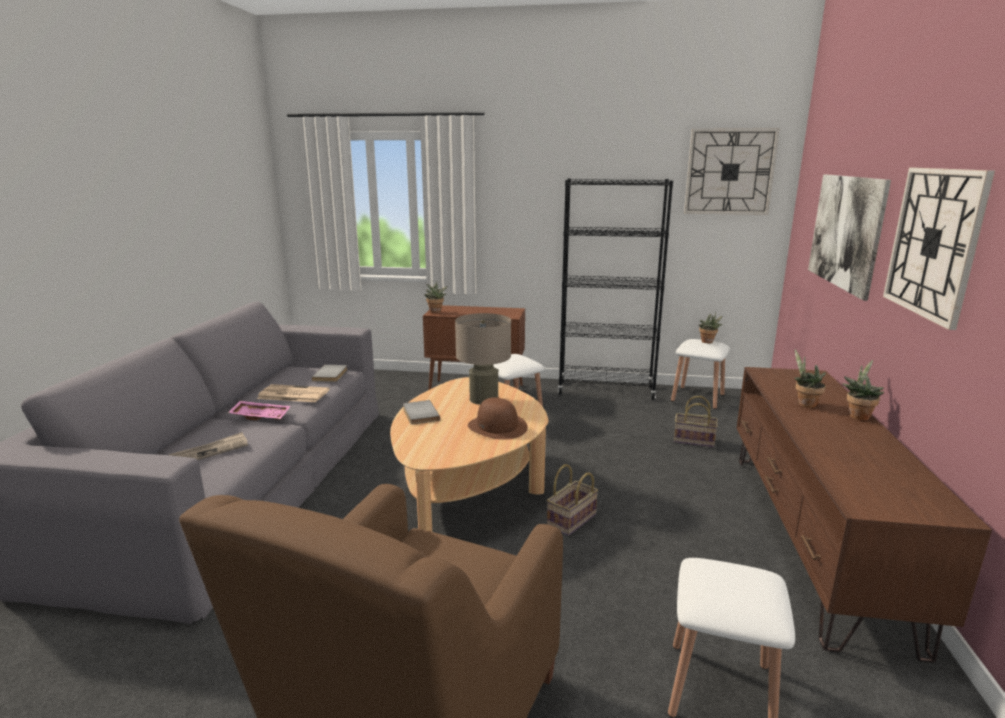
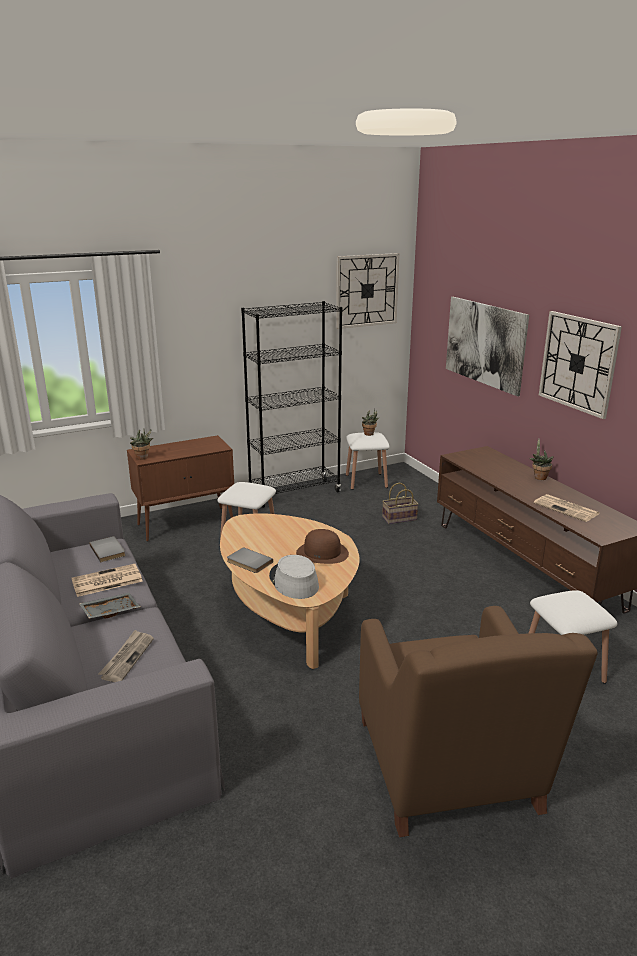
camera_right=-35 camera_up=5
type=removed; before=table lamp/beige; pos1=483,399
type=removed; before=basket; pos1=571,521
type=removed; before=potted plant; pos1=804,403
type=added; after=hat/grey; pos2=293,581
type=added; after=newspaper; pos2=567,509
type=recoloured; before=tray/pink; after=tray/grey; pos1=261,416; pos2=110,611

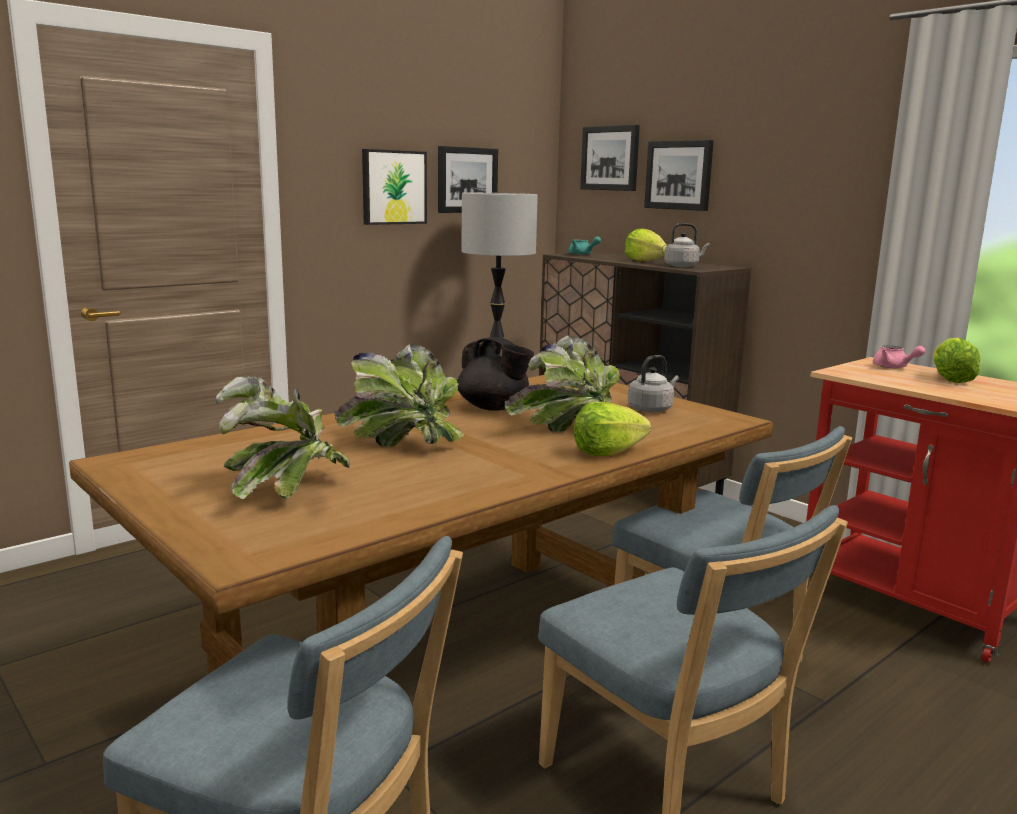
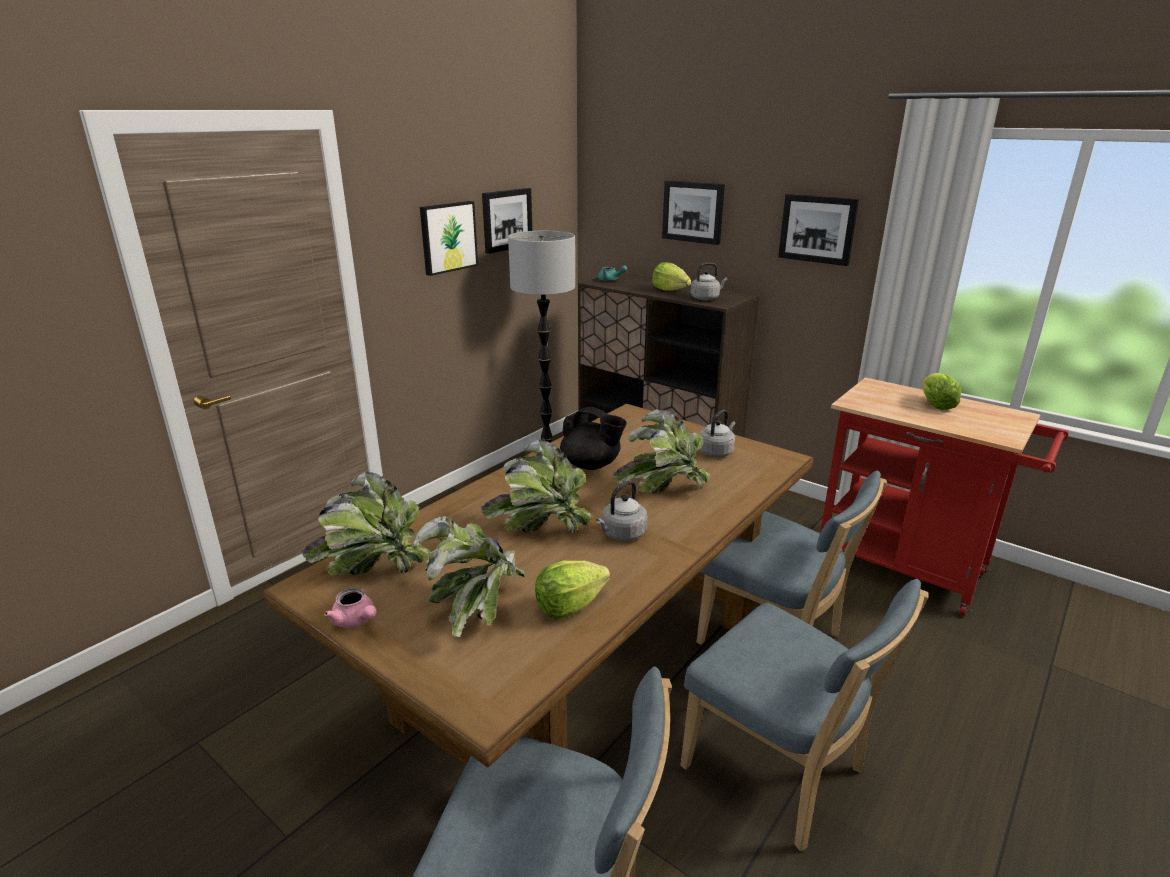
camera_right=-10 camera_up=10
type=added; after=potted plant; pos2=372,567
type=added; after=kettle/grey; pos2=622,534
type=moved; before=lettuce; pos1=607,452; pos2=569,605
type=moved; before=picture; pos1=610,158; pos2=817,229
type=moved; before=teapot/pink; pos1=894,367; pos2=356,621

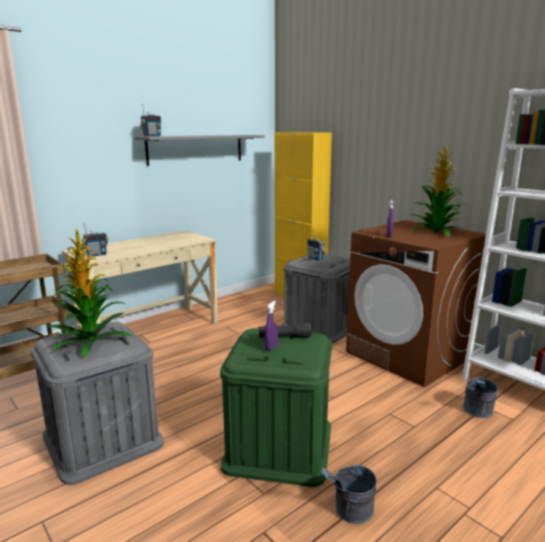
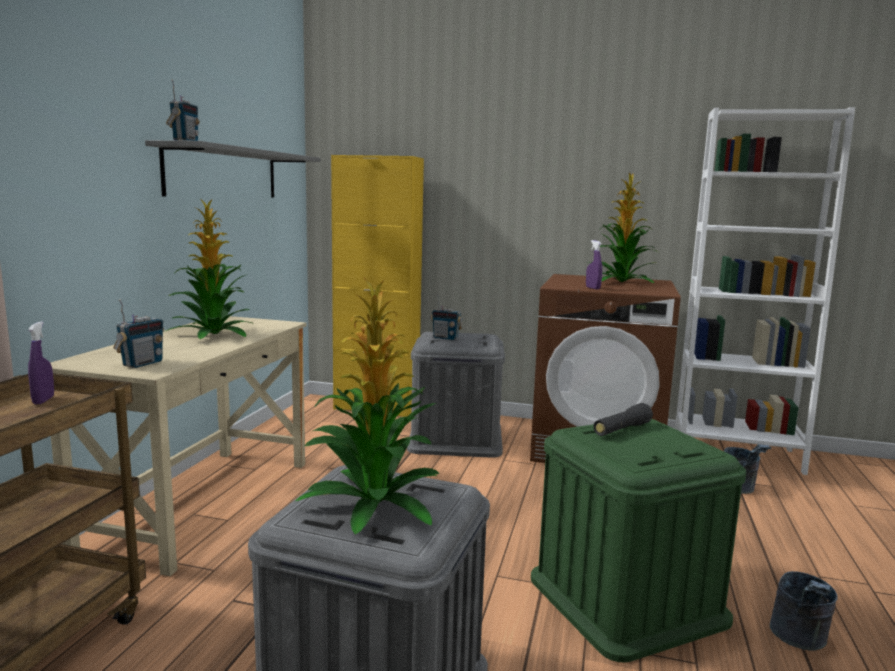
camera_right=-35 camera_up=-5
type=added; after=potted plant; pos2=212,334
type=moved; before=spray bottle/purple; pos1=271,347; pos2=43,400

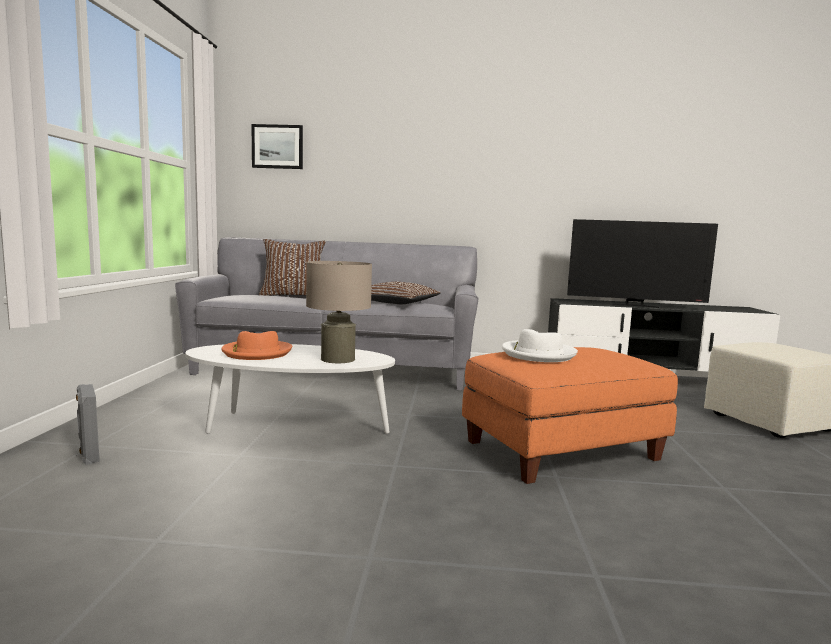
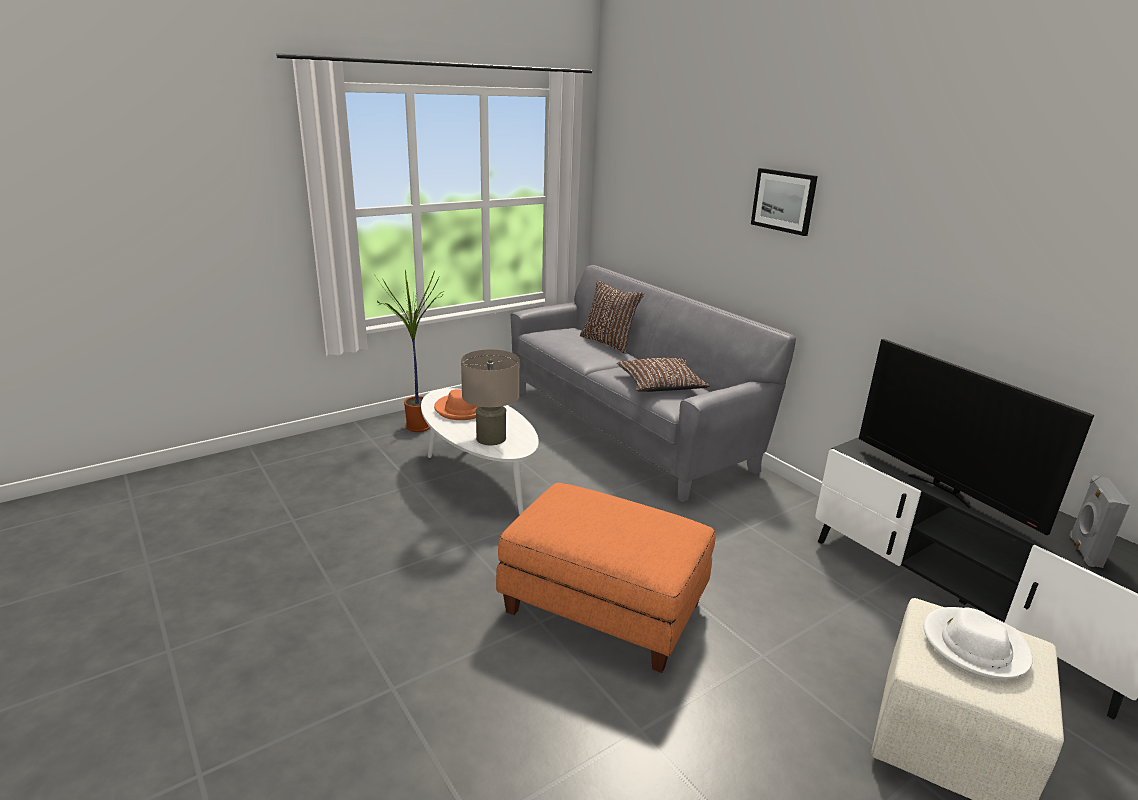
camera_right=50 camera_up=15
type=added; after=potted plant; pos2=416,428
type=moved; before=speaker/grey; pos1=88,455; pos2=1083,551
type=moved; before=picture; pos1=277,147; pos2=784,201
type=moved; before=hat/white; pos1=538,354; pos2=974,646

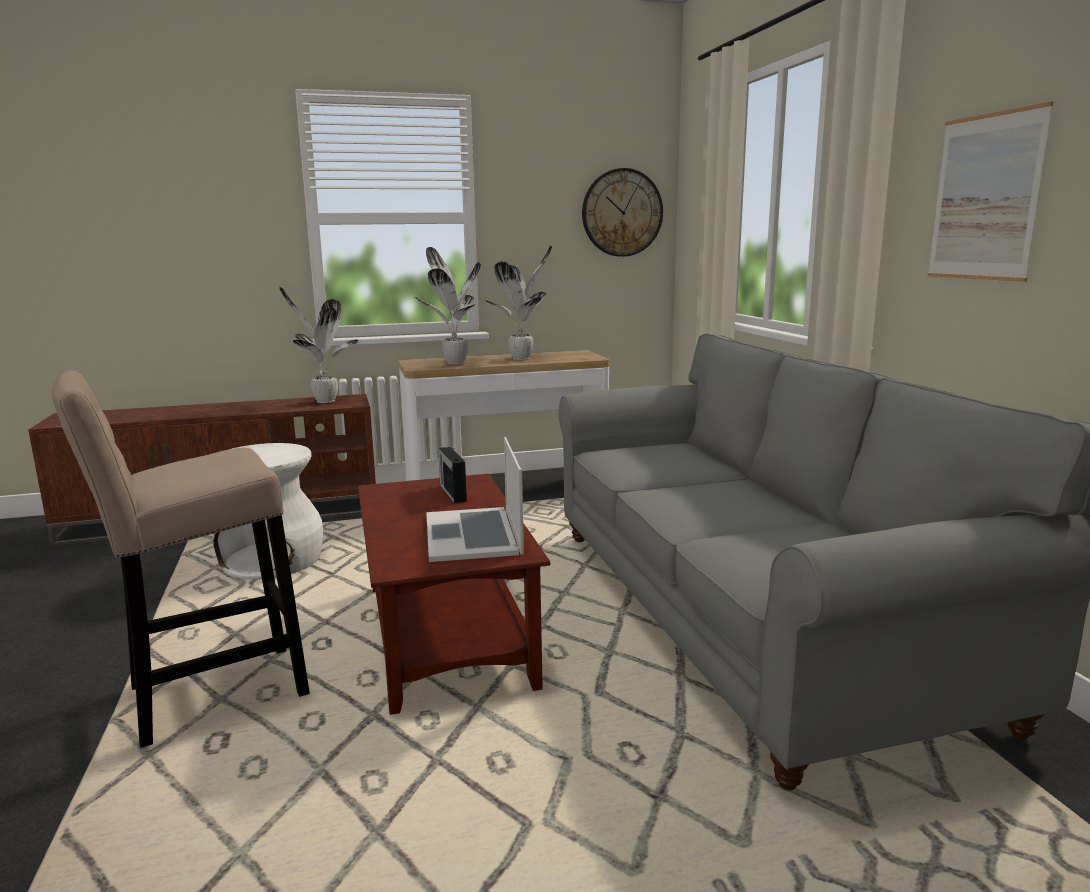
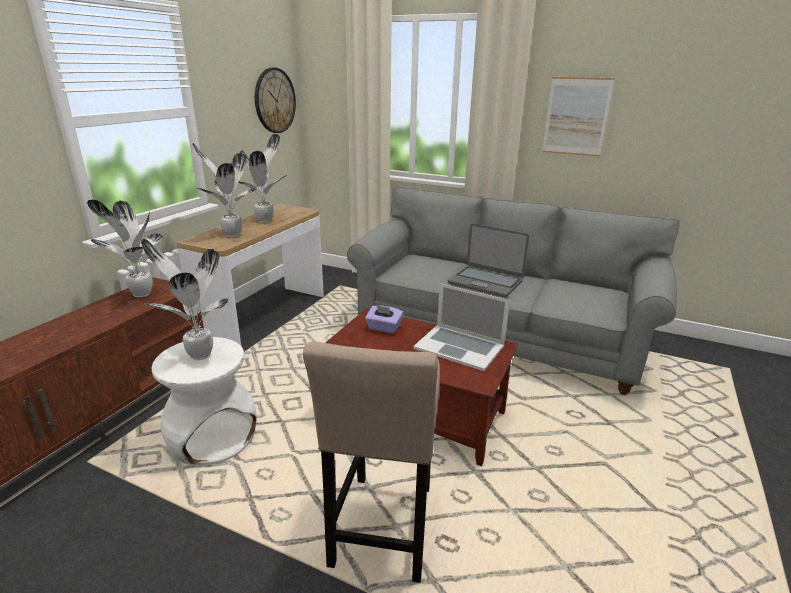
camera_right=-50 camera_up=10
type=added; after=potted plant; pos2=198,355
type=added; after=laptop; pos2=485,282
type=replaced; before=radio; after=tissue box/purple; pos1=453,492; pos2=384,328

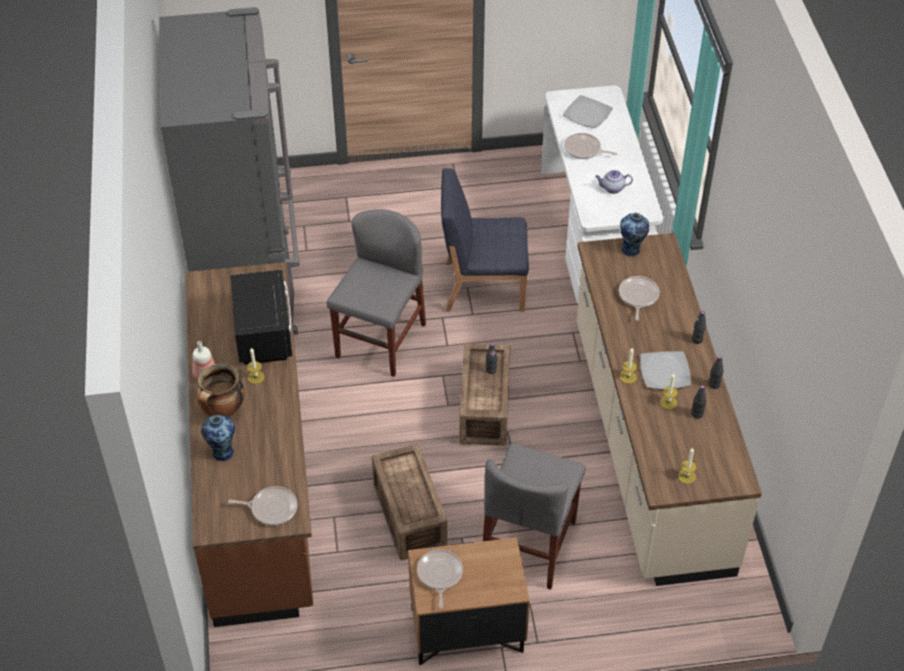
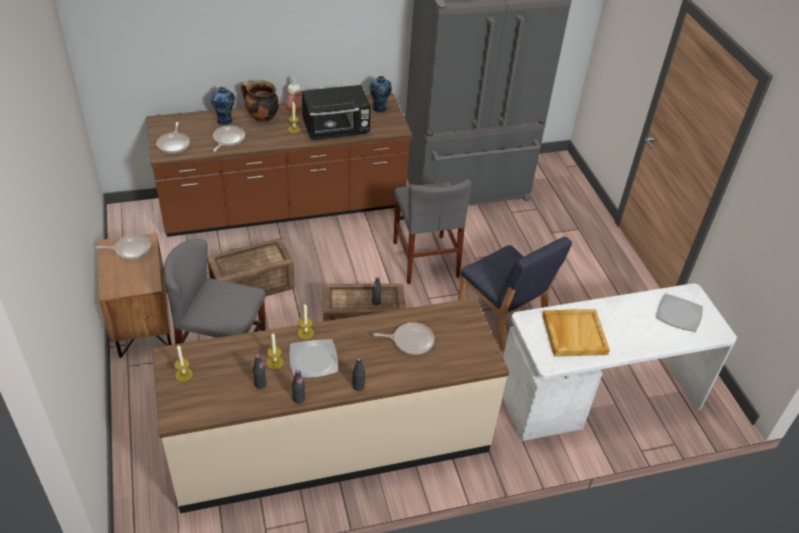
camera_right=80 camera_up=-5
type=moved; before=frying pan; pos1=584,150; pos2=228,139
type=moved; before=vase; pos1=631,250; pos2=379,109
type=replaced; before=teapot; after=tray/beige; pos1=612,188; pos2=573,334
type=turned; before=chair/grey; pos1=380,340; pos2=425,259; turn=60
type=turned; before=chair/blue; pos1=482,286; pos2=502,317; turn=150

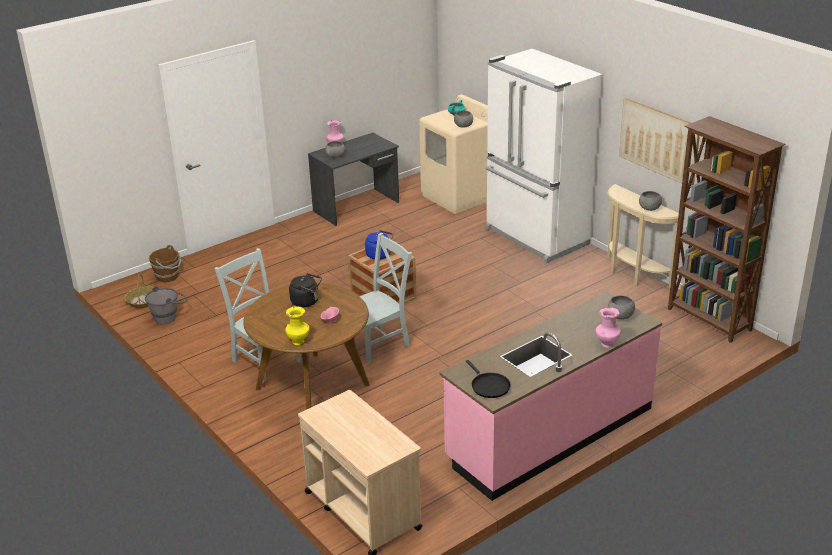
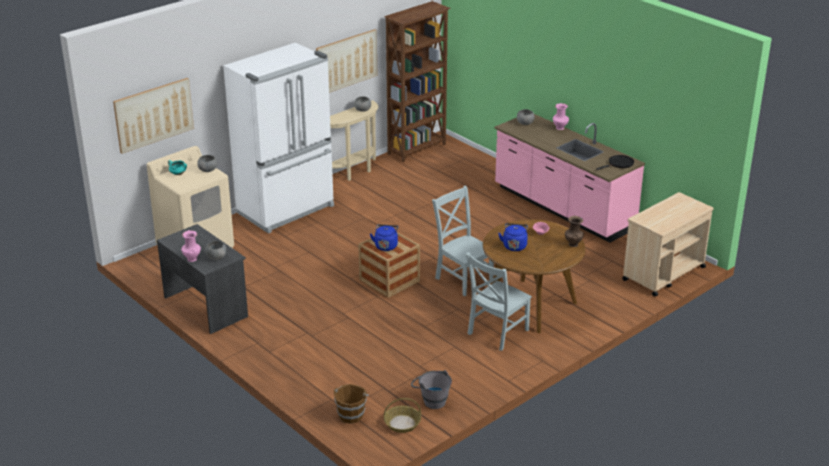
camera_right=-95 camera_up=0
type=added; after=picture; pos2=154,114
type=recoloured; before=vase/yellow; after=vase/brown; pos1=299,341; pos2=573,244
type=recoloured; before=kettle/black; after=kettle/blue; pos1=307,301; pos2=514,245

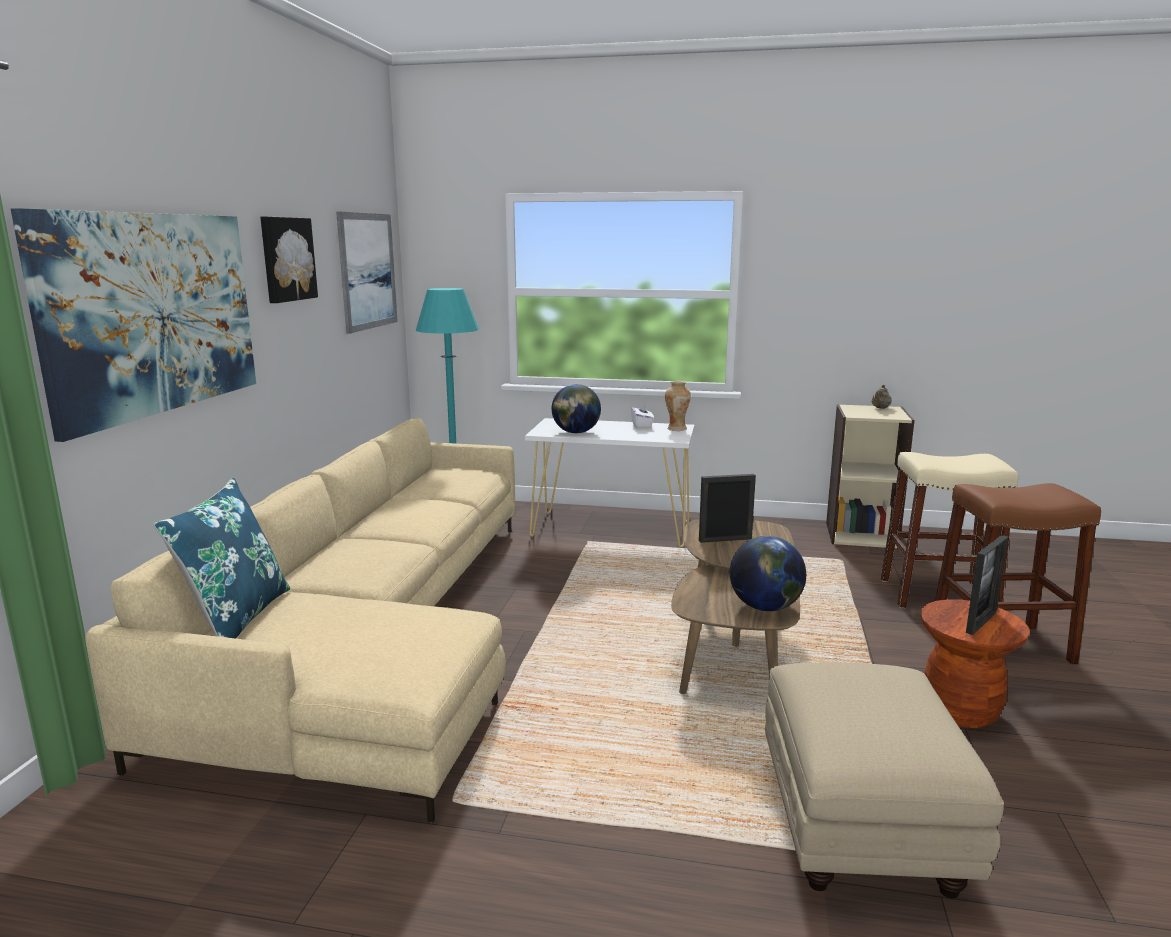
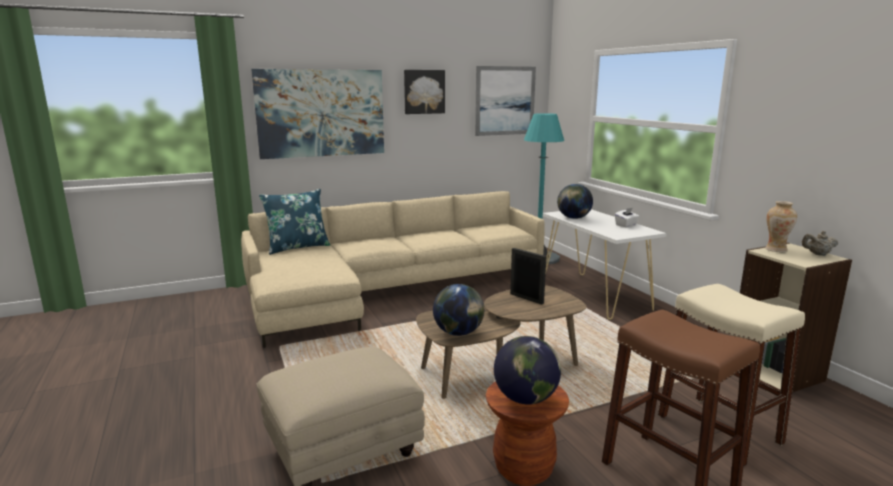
camera_right=55 camera_up=0
type=moved; before=vase; pos1=676,429; pos2=776,249
type=replaced; before=picture frame; after=globe; pos1=981,622; pos2=526,398

